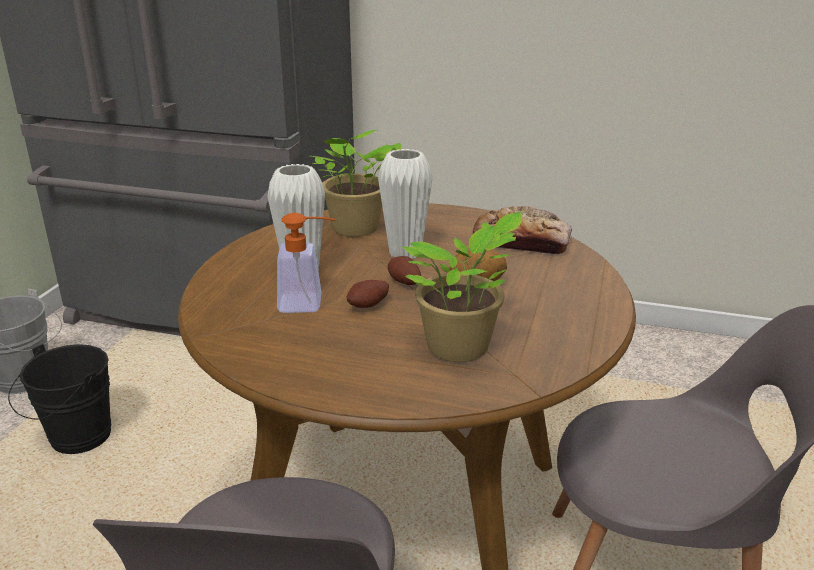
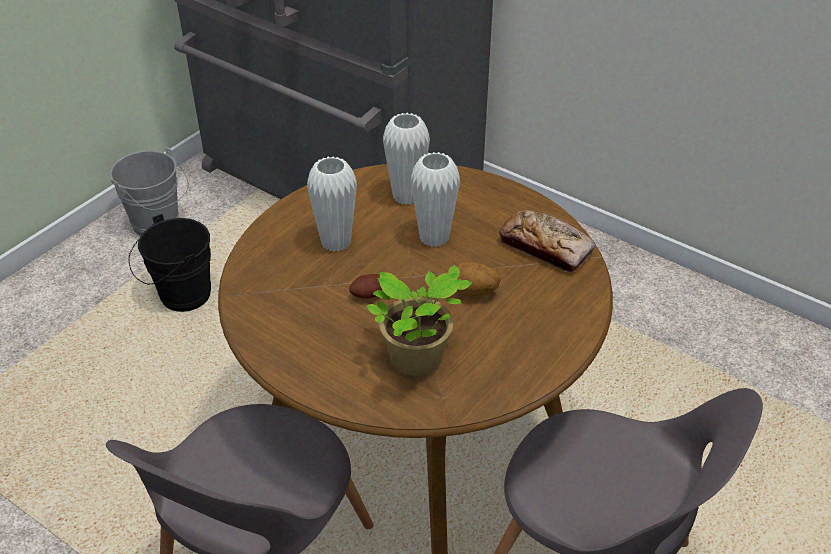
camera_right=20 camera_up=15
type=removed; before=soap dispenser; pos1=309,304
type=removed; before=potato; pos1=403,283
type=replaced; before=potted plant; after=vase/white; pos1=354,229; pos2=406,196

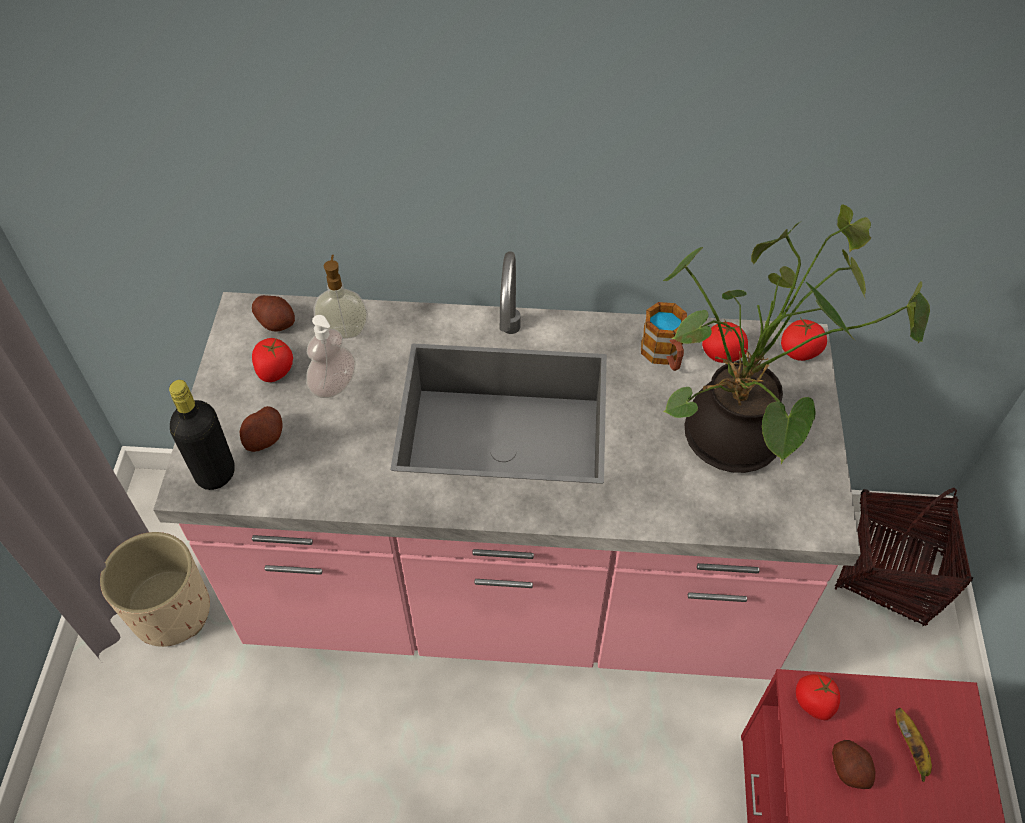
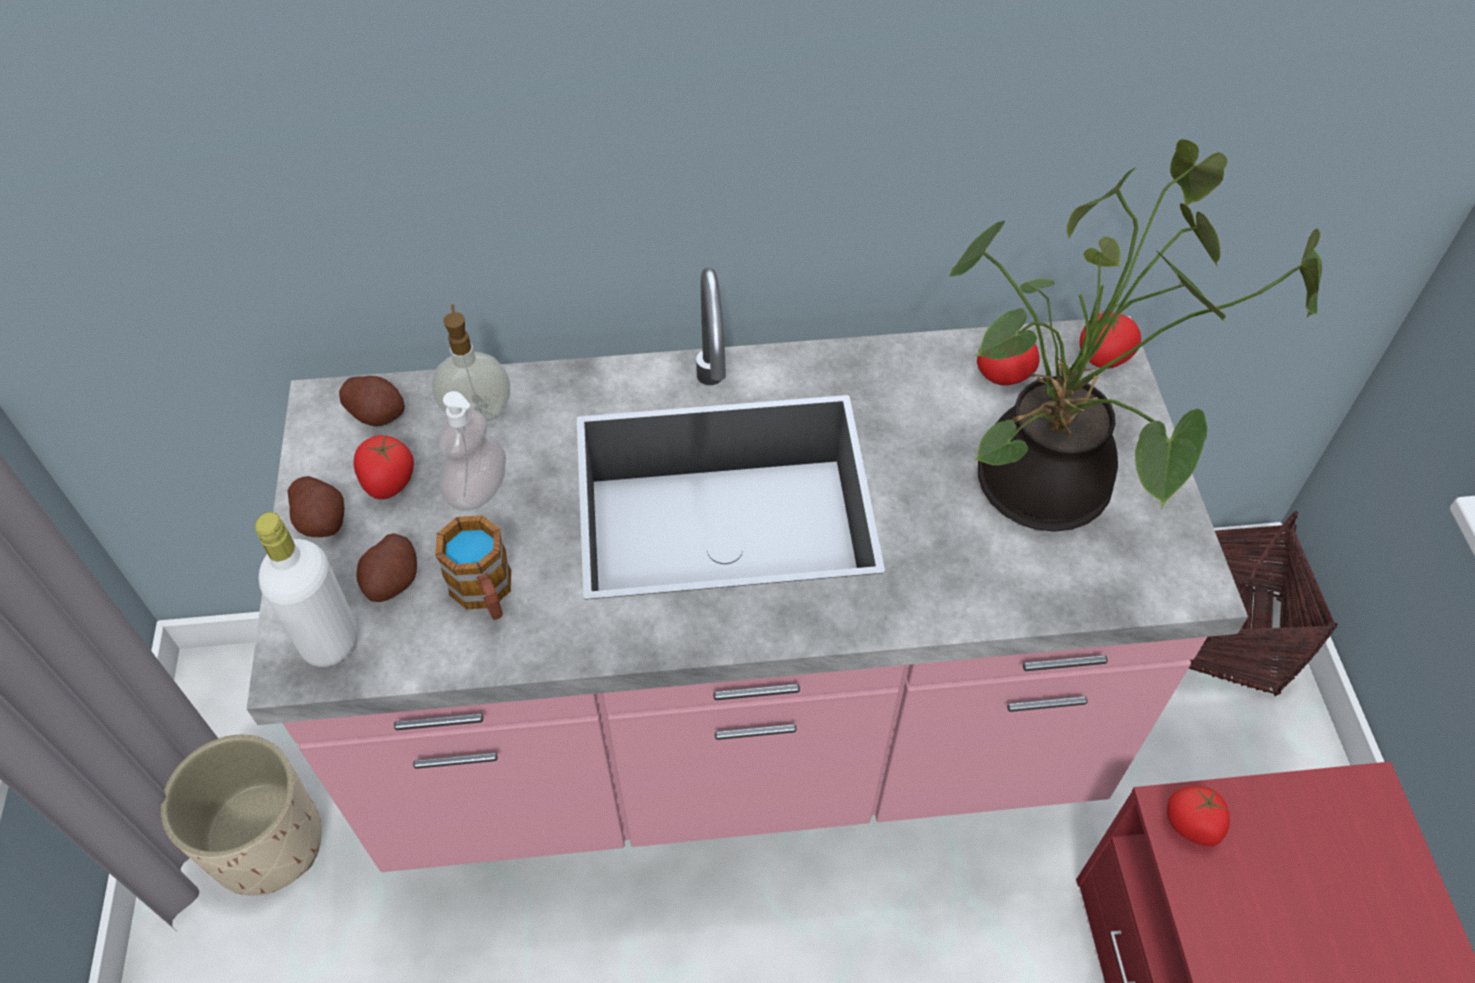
camera_right=-10 camera_up=0
type=removed; before=banana; pos1=911,749
type=moved; before=mug; pos1=664,356; pos2=485,593
type=moved; before=potato; pos1=849,769; pos2=322,520
type=recoloured; before=bottle/black; after=bottle/white; pos1=215,473; pos2=330,641

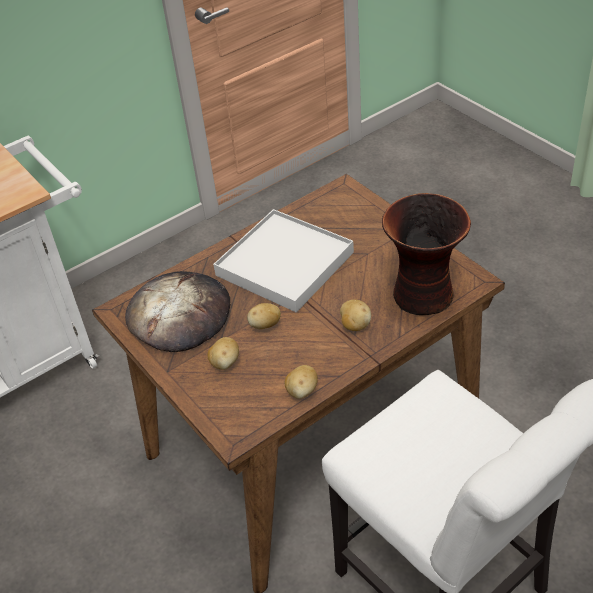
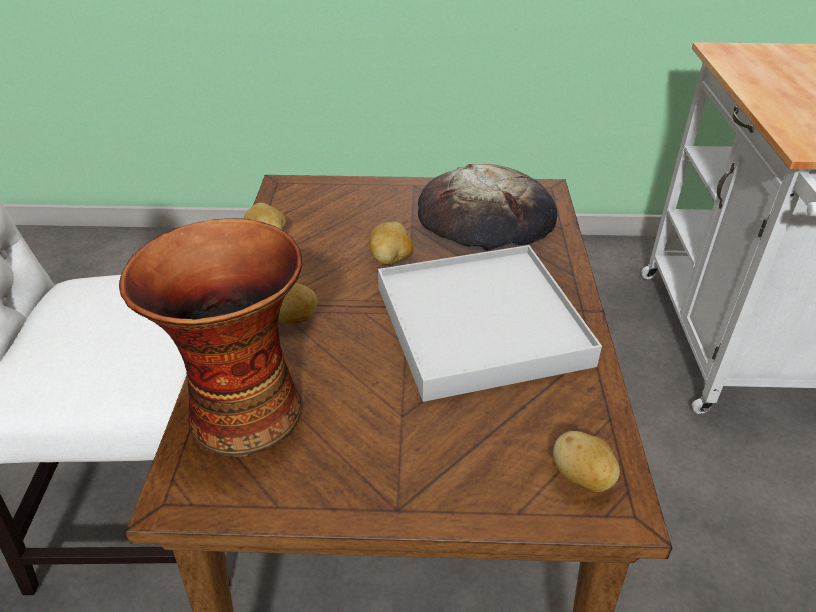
camera_right=125 camera_up=-5
type=moved; before=potato; pos1=225,363; pos2=582,478

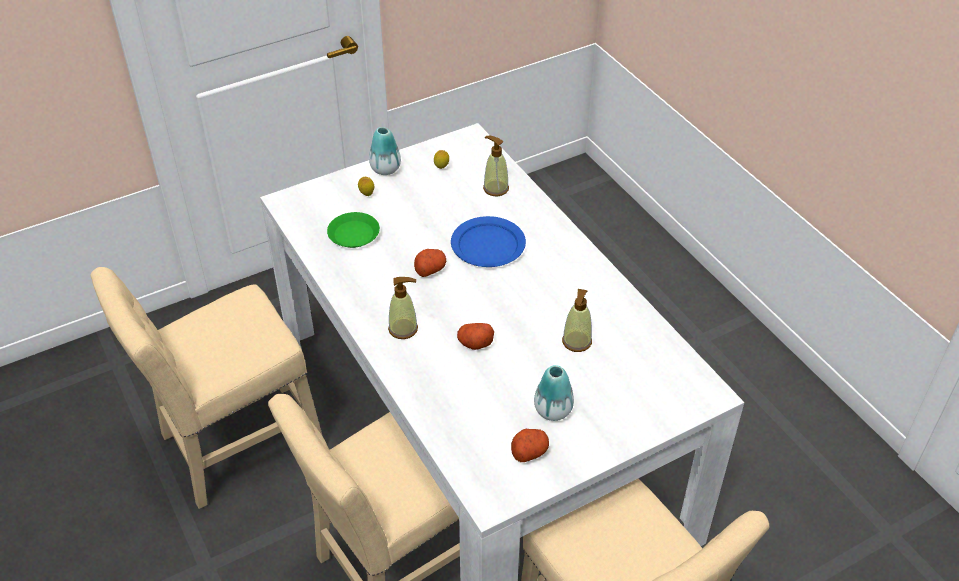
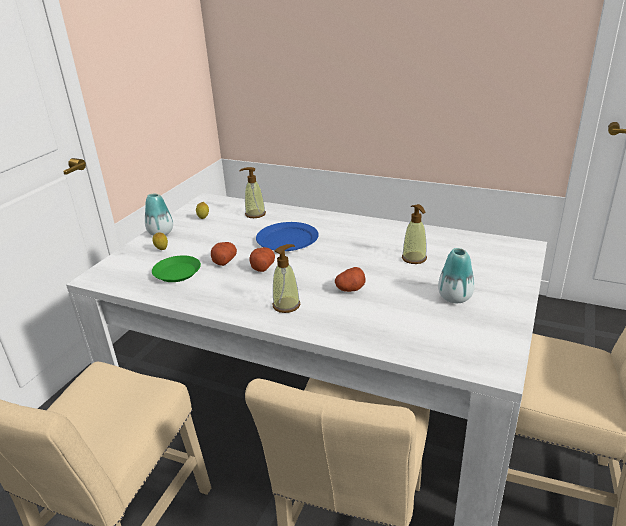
camera_right=-35 camera_up=-15
type=moved; before=potato; pos1=529,451; pos2=224,260

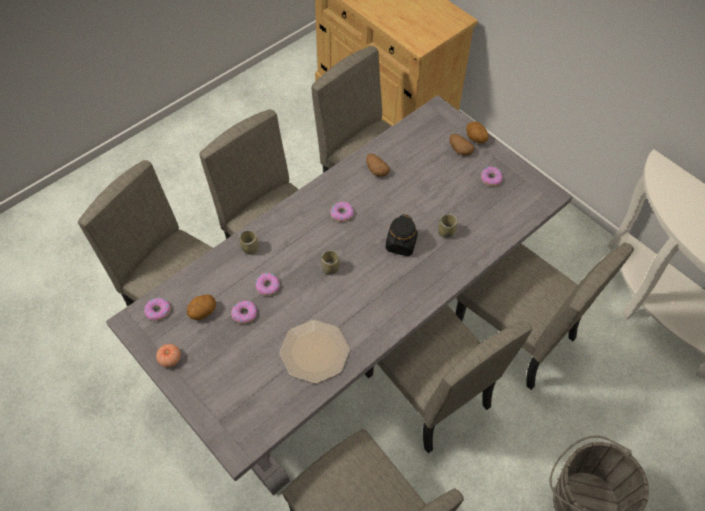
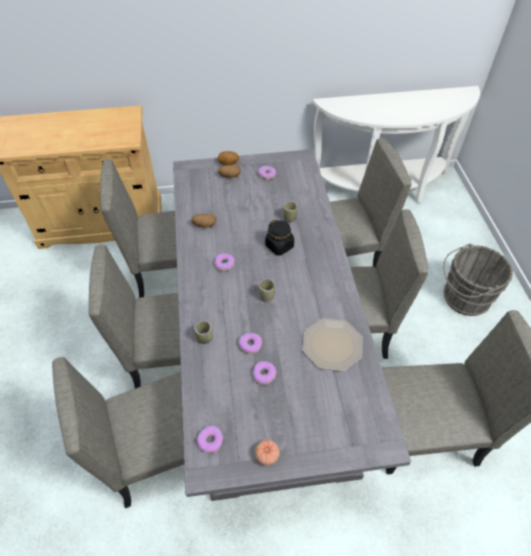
camera_right=-55 camera_up=-5
type=removed; before=potato; pos1=203,312

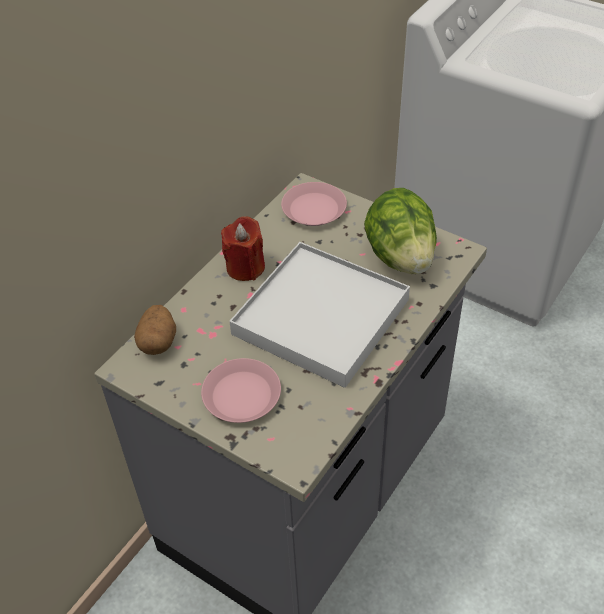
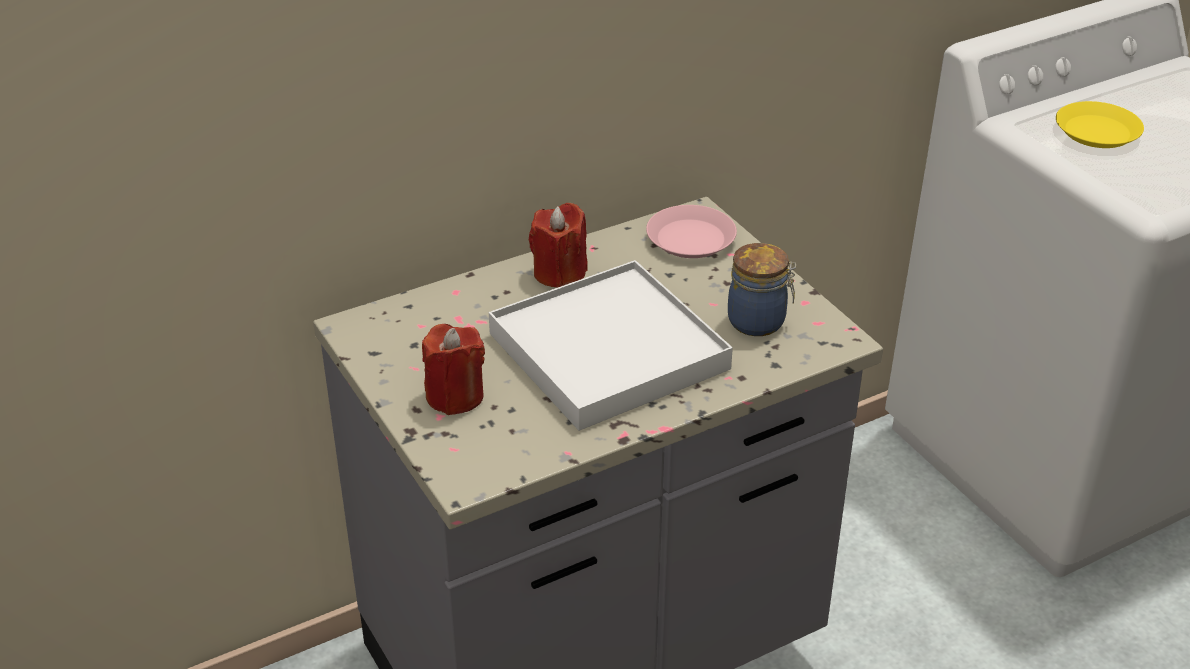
camera_right=25 camera_up=-10
type=removed; before=potato; pos1=158,341
type=added; after=plate/yellow; pos2=1096,132
type=replaced; before=plate/pink; after=candle/red; pos1=242,395; pos2=455,396
type=replaced; before=lettuce; after=jar; pos1=400,257; pos2=759,322

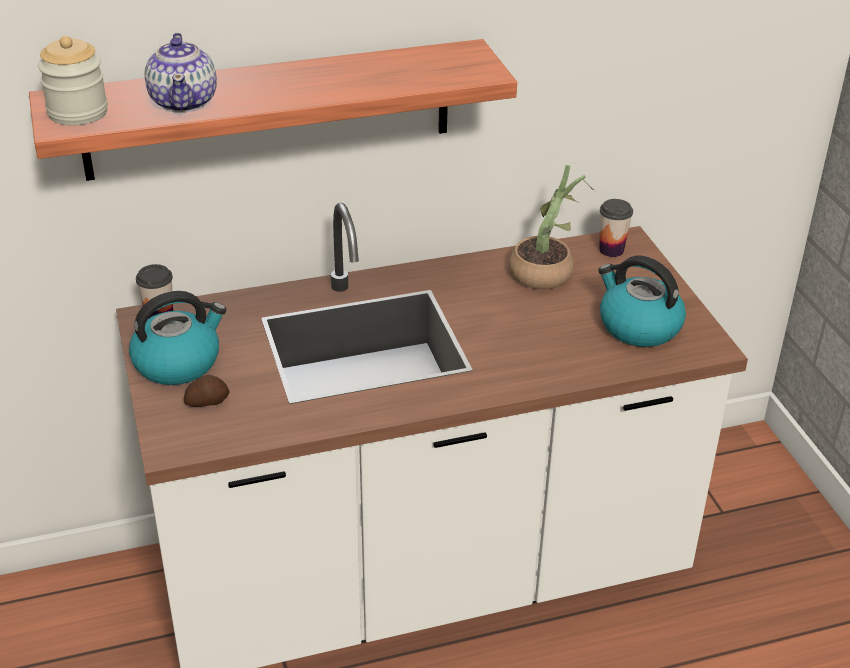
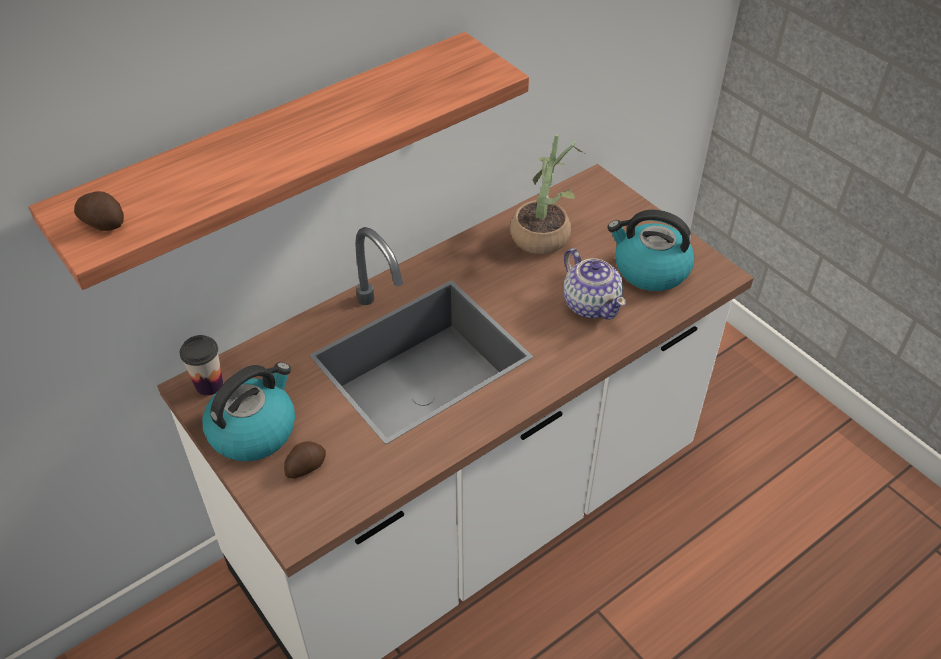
camera_right=-20 camera_up=10
type=removed; before=cup; pos1=611,250
type=moved; before=teapot; pos1=184,101; pos2=591,304
type=replaced; before=jar; after=potato; pos1=78,112; pos2=103,222

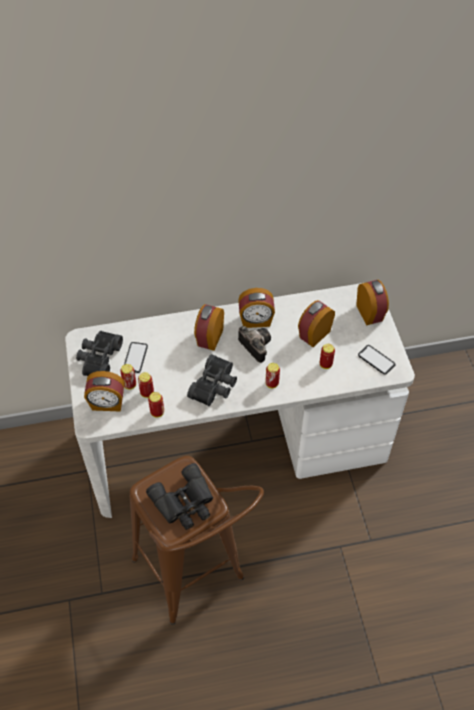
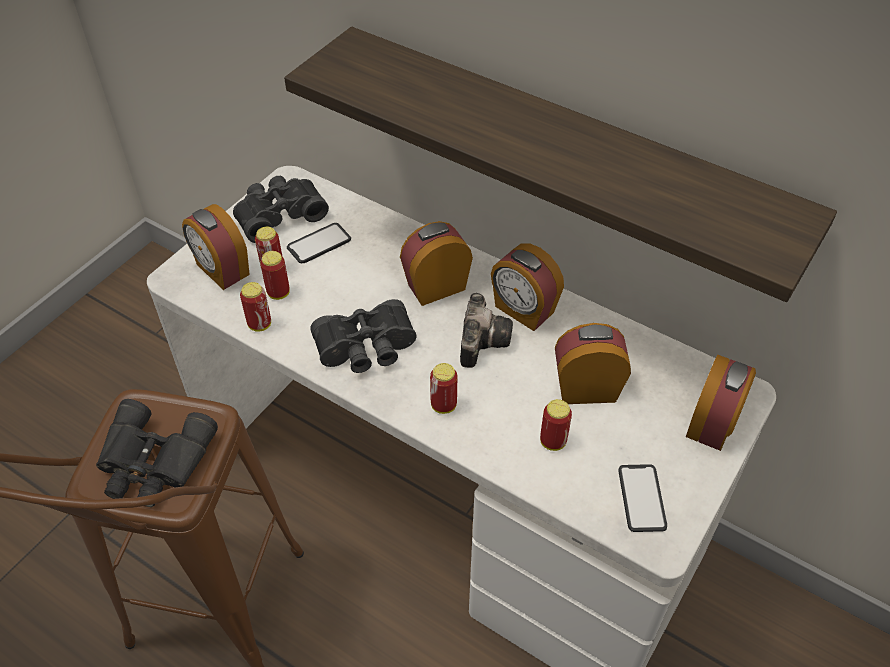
camera_right=45 camera_up=-5
type=added; after=shelf; pos2=563,155

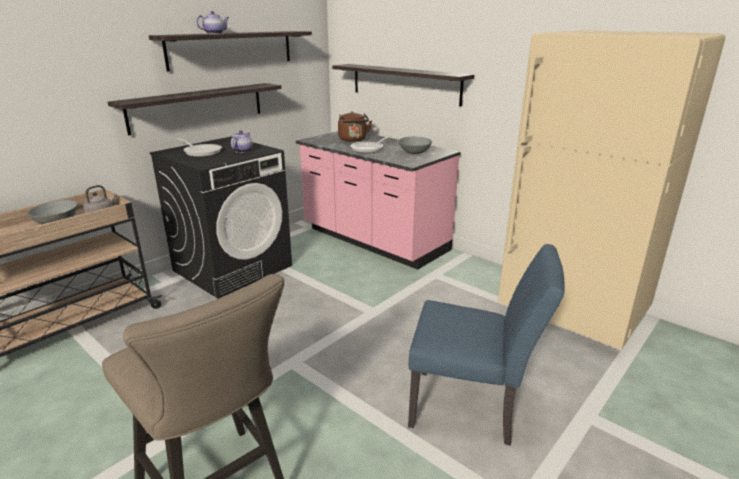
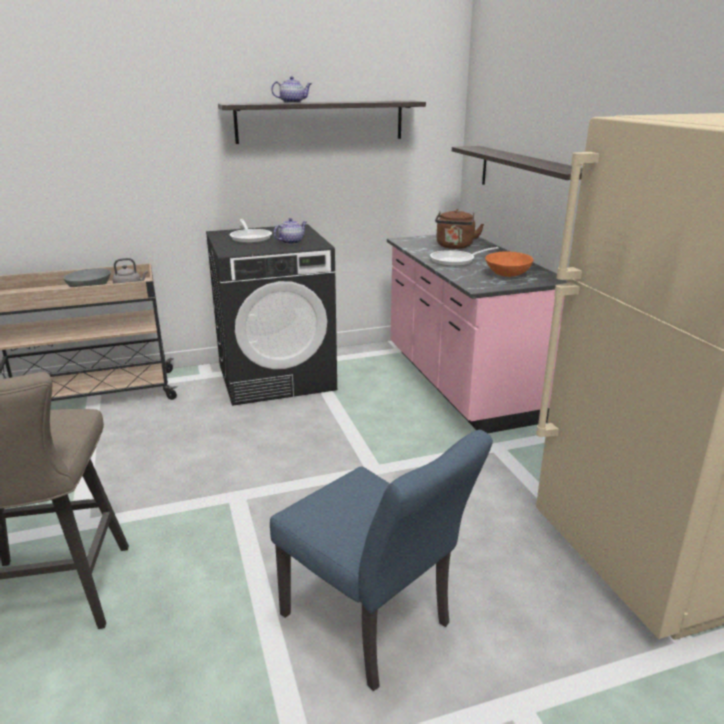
camera_right=30 camera_up=0
type=removed; before=shelf; pos1=198,107
type=recoloured; before=bowl/grey; after=bowl/orange; pos1=414,152; pos2=507,274

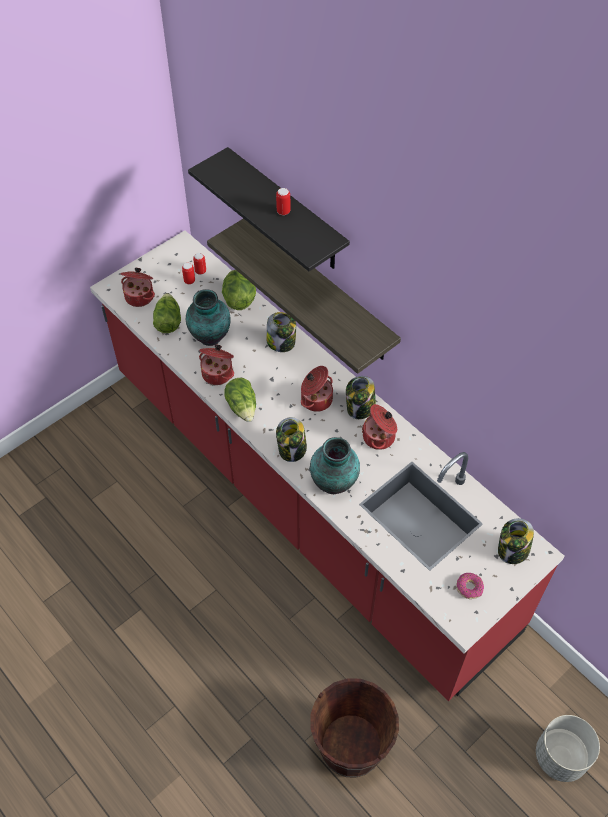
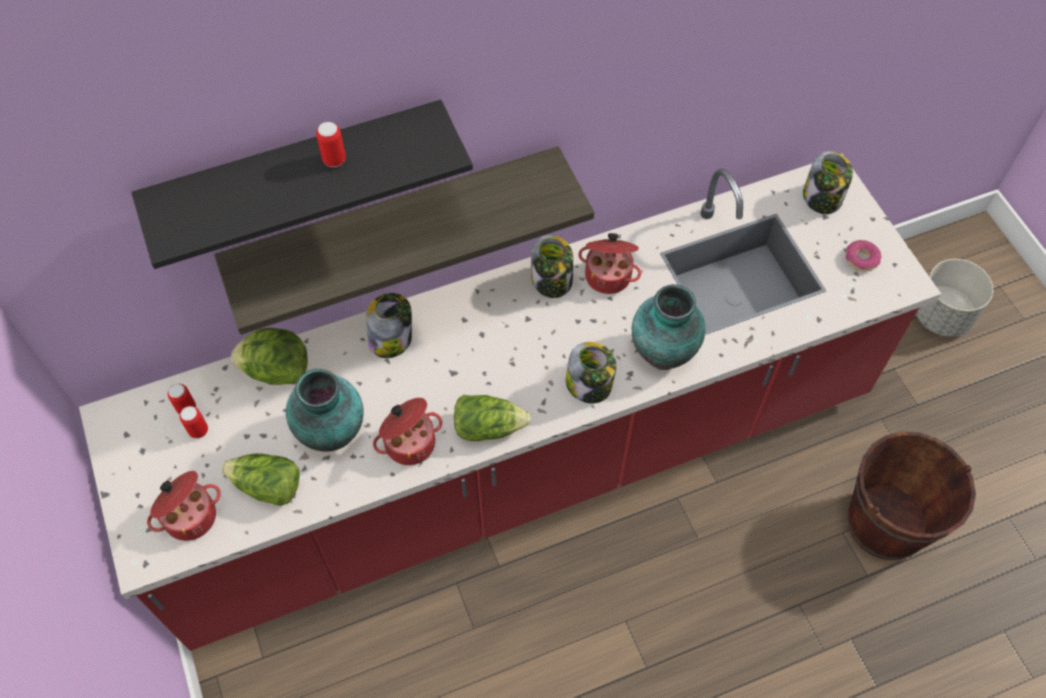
camera_right=-70 camera_up=5
type=removed; before=cooking pot; pos1=315,399

